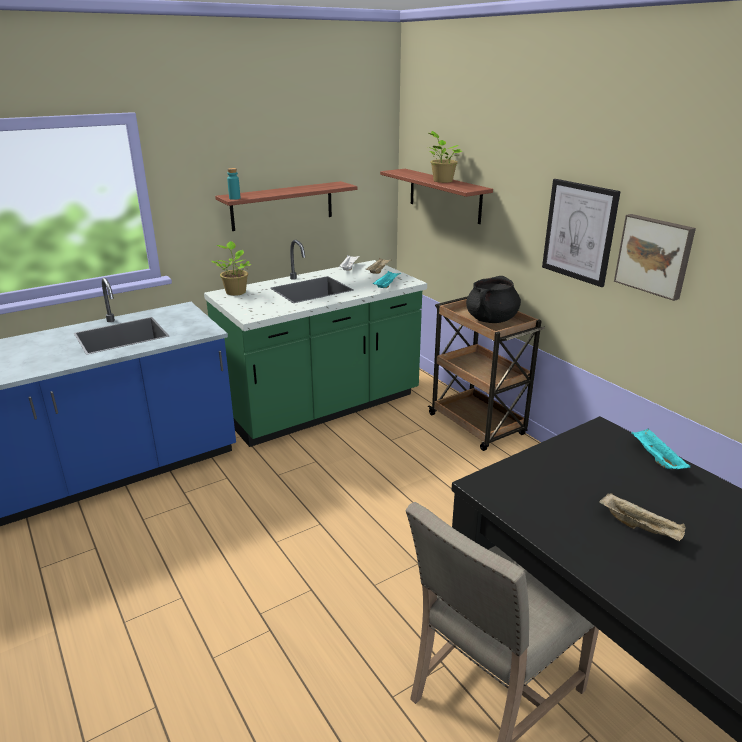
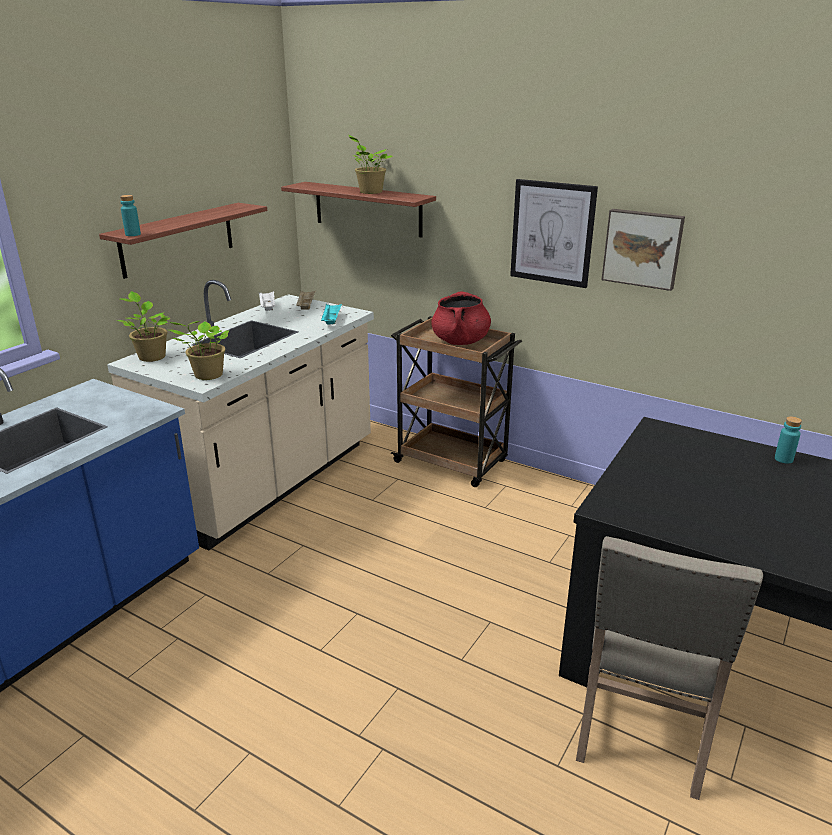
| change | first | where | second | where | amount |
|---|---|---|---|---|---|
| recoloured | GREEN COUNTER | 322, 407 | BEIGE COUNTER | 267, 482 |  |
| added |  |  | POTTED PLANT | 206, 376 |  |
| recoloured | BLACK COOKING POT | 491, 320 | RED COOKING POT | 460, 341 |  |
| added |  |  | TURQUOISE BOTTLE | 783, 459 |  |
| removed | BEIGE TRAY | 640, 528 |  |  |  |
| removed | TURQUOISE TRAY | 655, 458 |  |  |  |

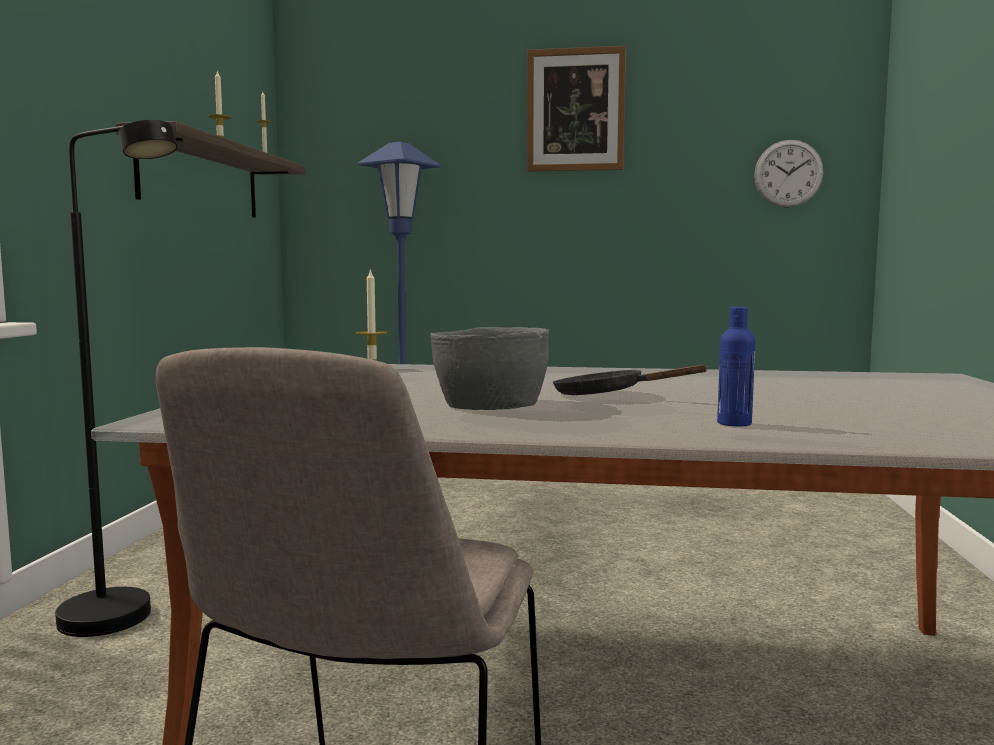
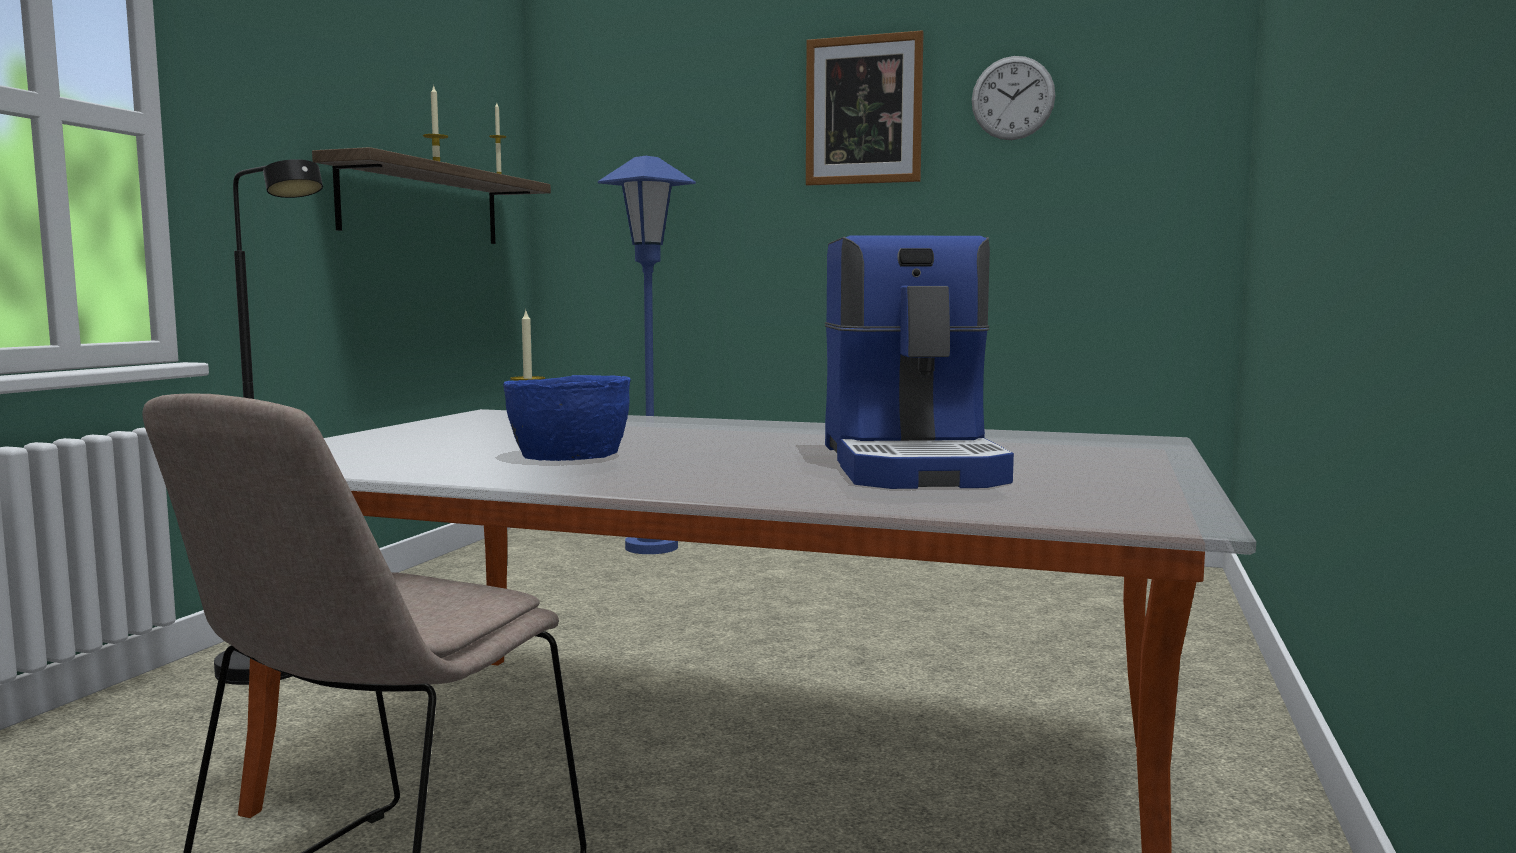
| change | first | where | second | where | amount |
|---|---|---|---|---|---|
| recoloured | GREY BOWL | 489, 404 | BLUE BOWL | 568, 456 |  |
| added |  |  | COFFEE MACHINE | 914, 464 |  |
| moved | WALL CLOCK | 788, 173 |  | 1013, 98 |  |
| removed | BLACK FRYING PAN | 607, 395 |  |  |  |
| removed | BLUE BOTTLE | 734, 423 |  |  |  |

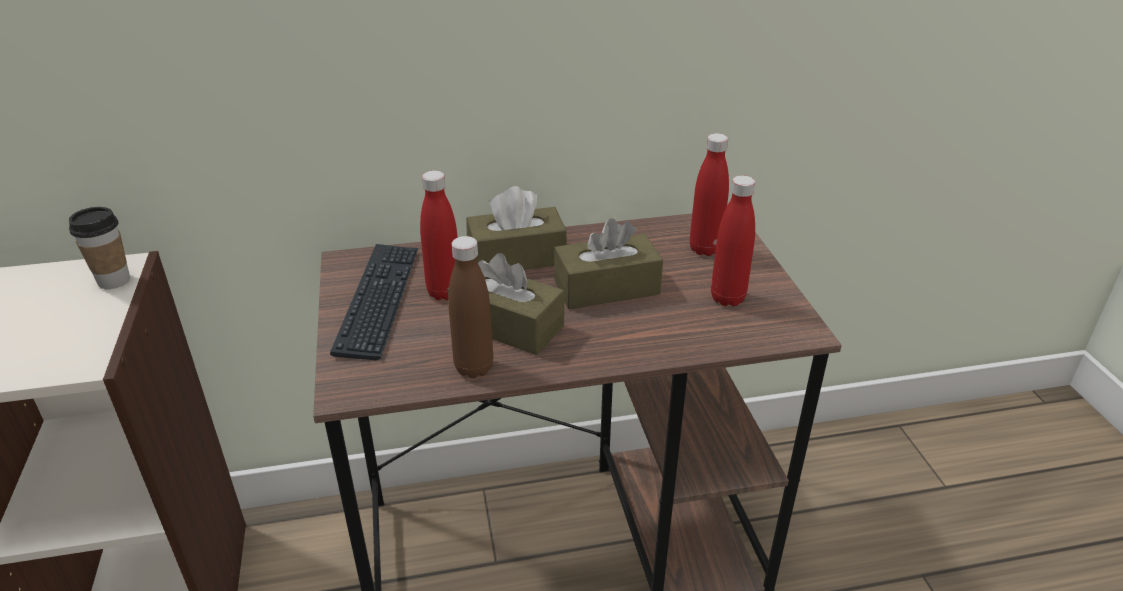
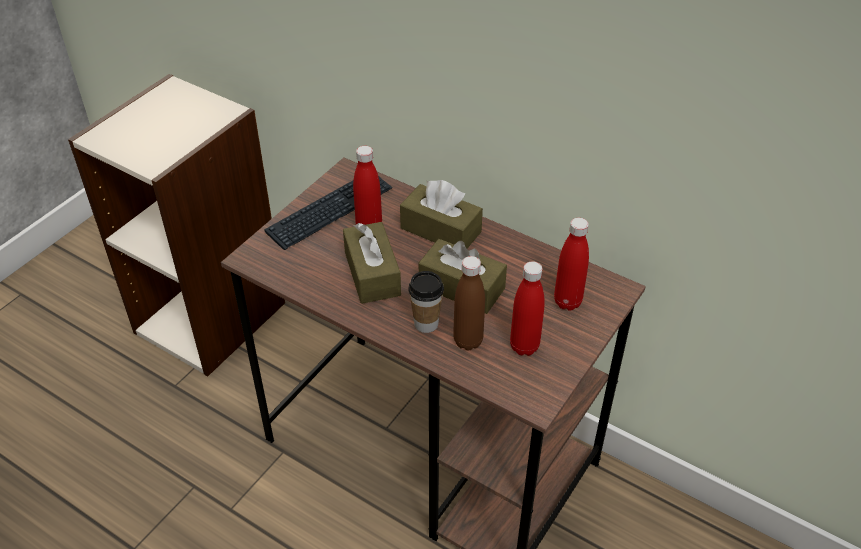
| change | first | where | second | where | amount |
|---|---|---|---|---|---|
| moved | CUP | 114, 280 |  | 426, 324 |  |
| moved | BROWN BOTTLE | 474, 368 |  | 468, 341 |  |

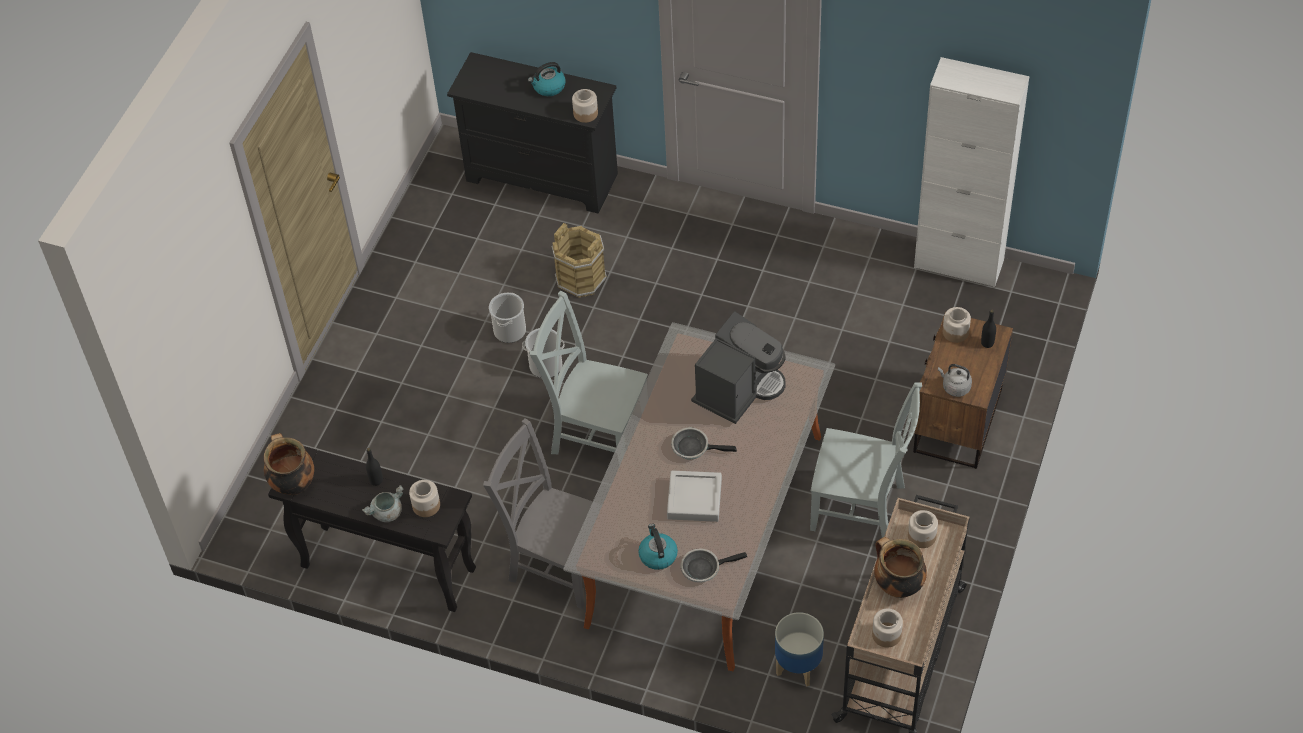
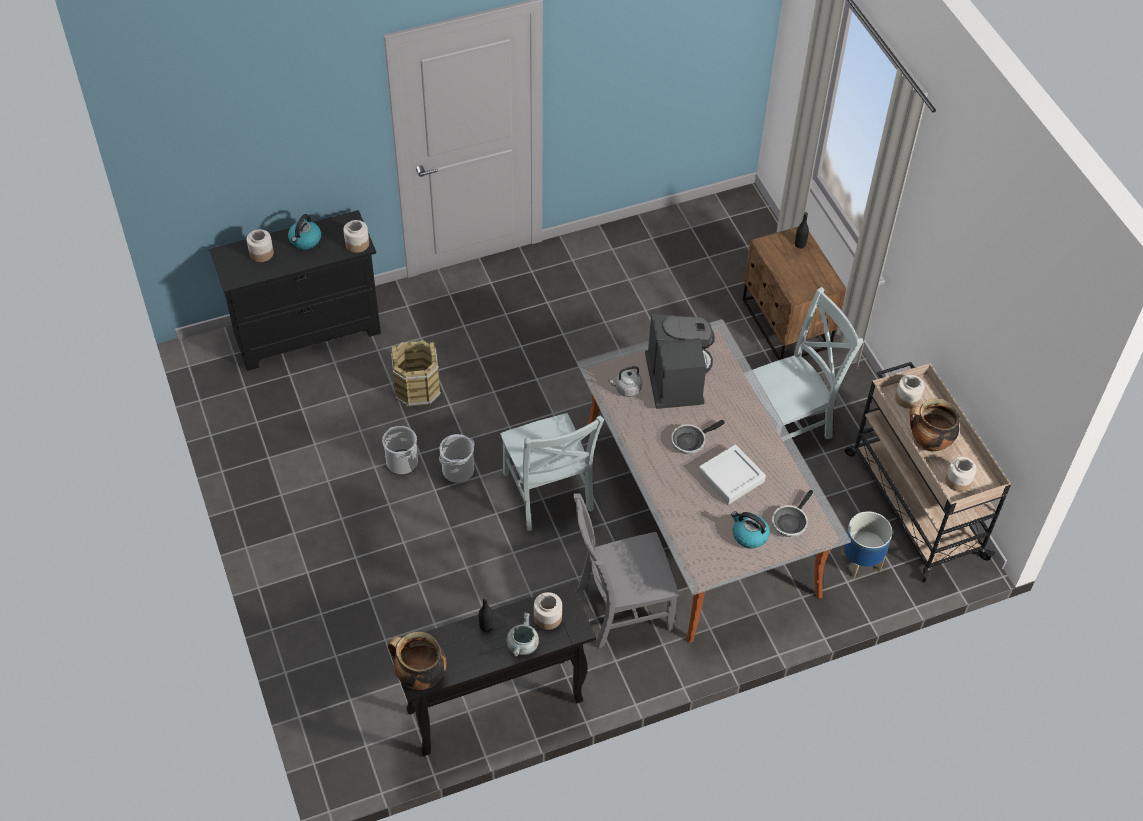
| change | first | where | second | where | amount |
|---|---|---|---|---|---|
| moved | JAR | 955, 332 |  | 261, 253 |  |
| turned | GREY CHAIR | 596, 433 |  | 548, 495 | 90 degrees counterclockwise |
| moved | GREY KETTLE | 954, 387 |  | 626, 389 |  |
| removed | WHITE CABINET | 958, 264 |  |  |  |

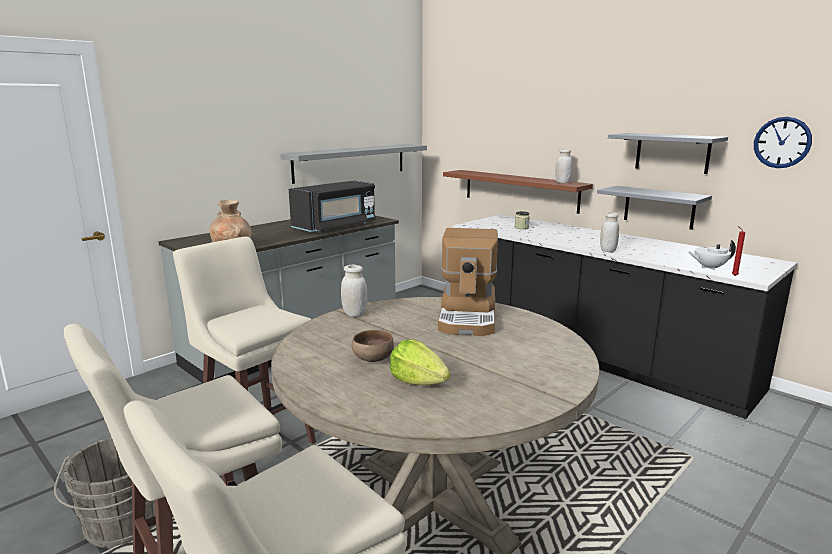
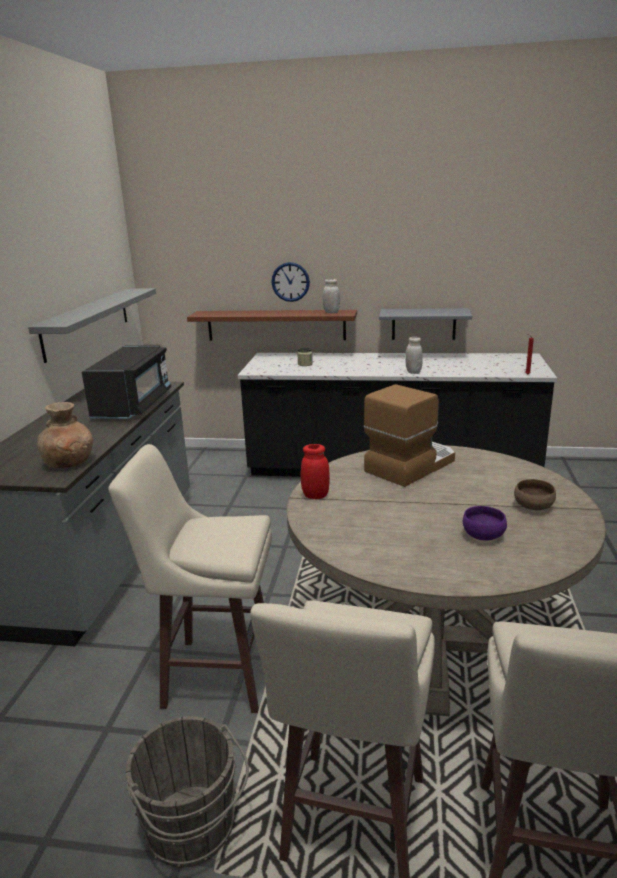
| change | first | where | second | where | amount |
|---|---|---|---|---|---|
| moved | WALL CLOCK | 782, 142 |  | 290, 282 |  |
| recoloured | WHITE JAR | 354, 314 | RED JAR | 315, 495 |  |
| turned | COFFEE MACHINE | 469, 317 |  | 410, 465 | 105 degrees counterclockwise |
| replaced | LETTUCE | 418, 381 | PURPLE BOWL | 482, 535 |  |
| moved | BROWN BOWL | 372, 359 |  | 533, 507 |  |
| removed | GREY SHELF | 672, 153 |  |  |  |
| removed | WHITE TEAPOT | 709, 267 |  |  |  |

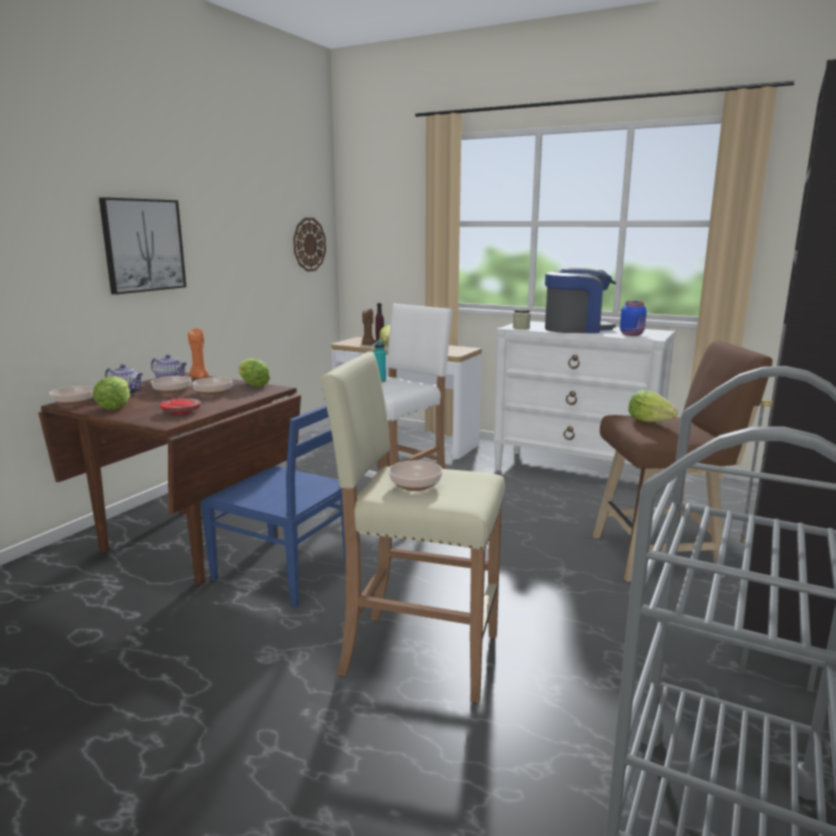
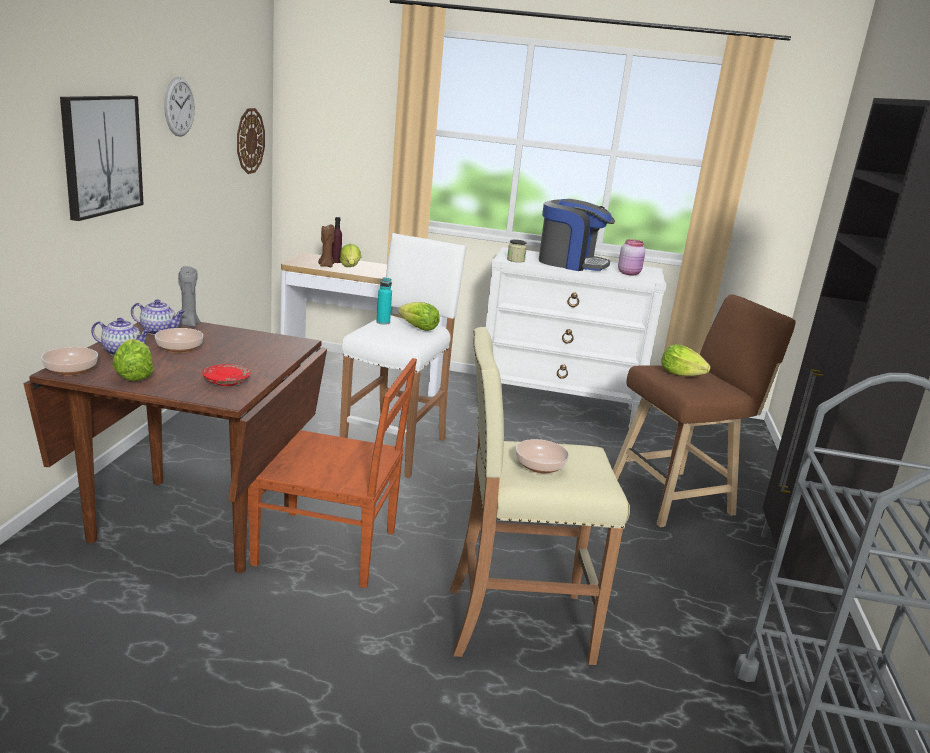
| change | first | where | second | where | amount |
|---|---|---|---|---|---|
| added |  |  | WALL CLOCK | 179, 107 |  |
| recoloured | ORANGE CANDLE | 199, 377 | GREY CANDLE | 188, 324 |  |
| recoloured | BLUE CHAIR | 285, 572 | BROWN CHAIR | 329, 549 |  |
| moved | LETTUCE | 253, 385 |  | 419, 328 |  |
| turned | COFFEE MACHINE | 576, 329 |  | 571, 263 | 45 degrees clockwise |
| recoloured | BLUE JAR | 632, 334 | PINK JAR | 629, 273 |  |
| removed | BOWL | 212, 393 |  |  |  |

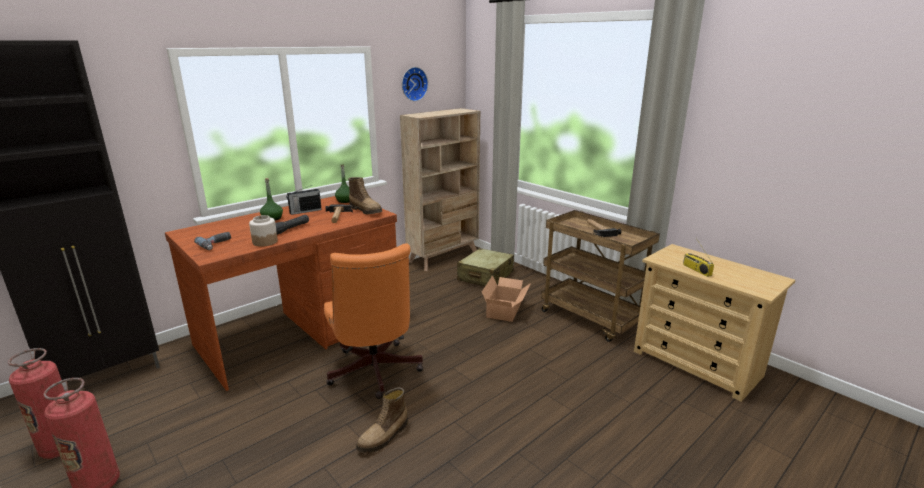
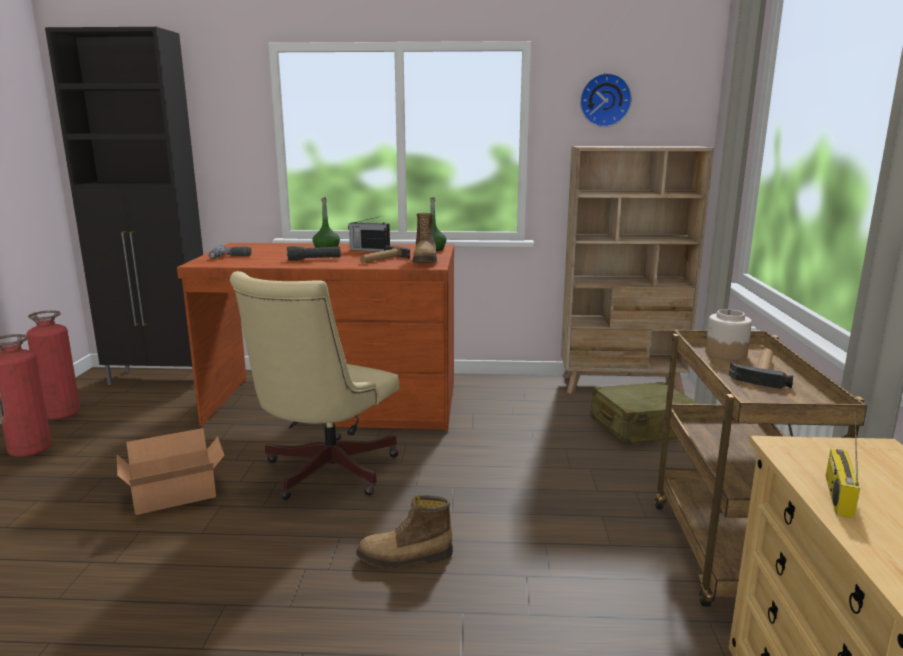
| change | first | where | second | where | amount |
|---|---|---|---|---|---|
| moved | CARDBOARD BOX | 506, 310 |  | 176, 495 |  |
| recoloured | ORANGE OFFICE CHAIR | 374, 373 | BEIGE OFFICE CHAIR | 324, 473 |  |
| moved | BOOT | 384, 437 |  | 405, 558 |  |
| moved | JAR | 265, 242 |  | 725, 353 |  |

